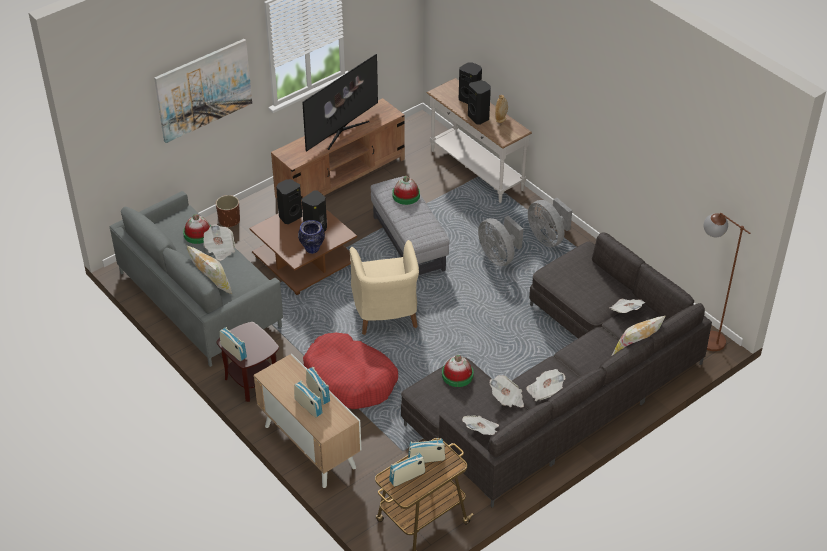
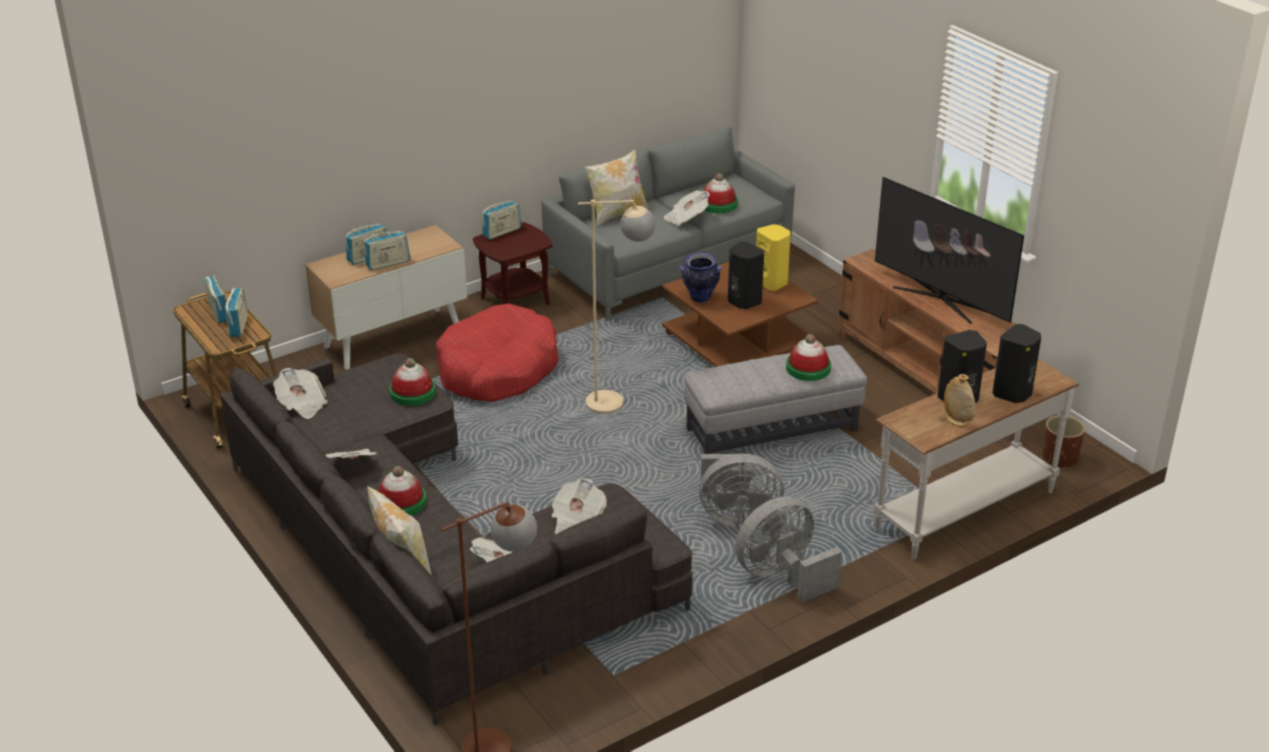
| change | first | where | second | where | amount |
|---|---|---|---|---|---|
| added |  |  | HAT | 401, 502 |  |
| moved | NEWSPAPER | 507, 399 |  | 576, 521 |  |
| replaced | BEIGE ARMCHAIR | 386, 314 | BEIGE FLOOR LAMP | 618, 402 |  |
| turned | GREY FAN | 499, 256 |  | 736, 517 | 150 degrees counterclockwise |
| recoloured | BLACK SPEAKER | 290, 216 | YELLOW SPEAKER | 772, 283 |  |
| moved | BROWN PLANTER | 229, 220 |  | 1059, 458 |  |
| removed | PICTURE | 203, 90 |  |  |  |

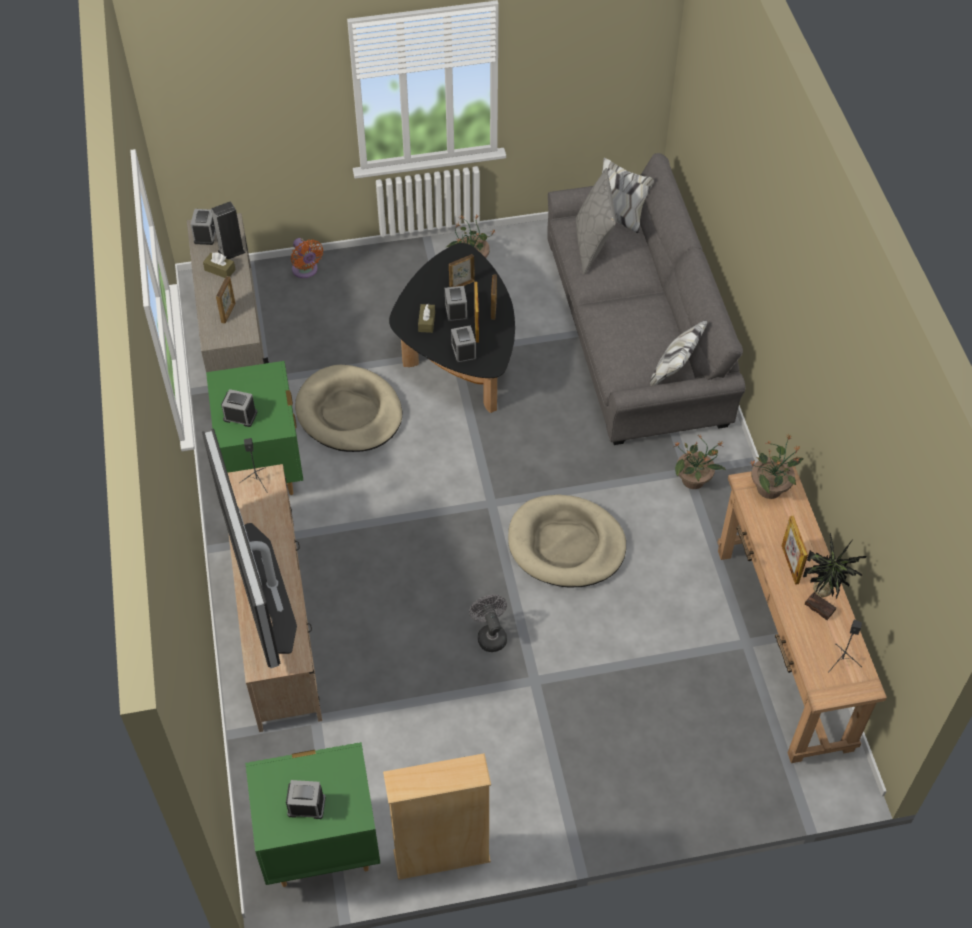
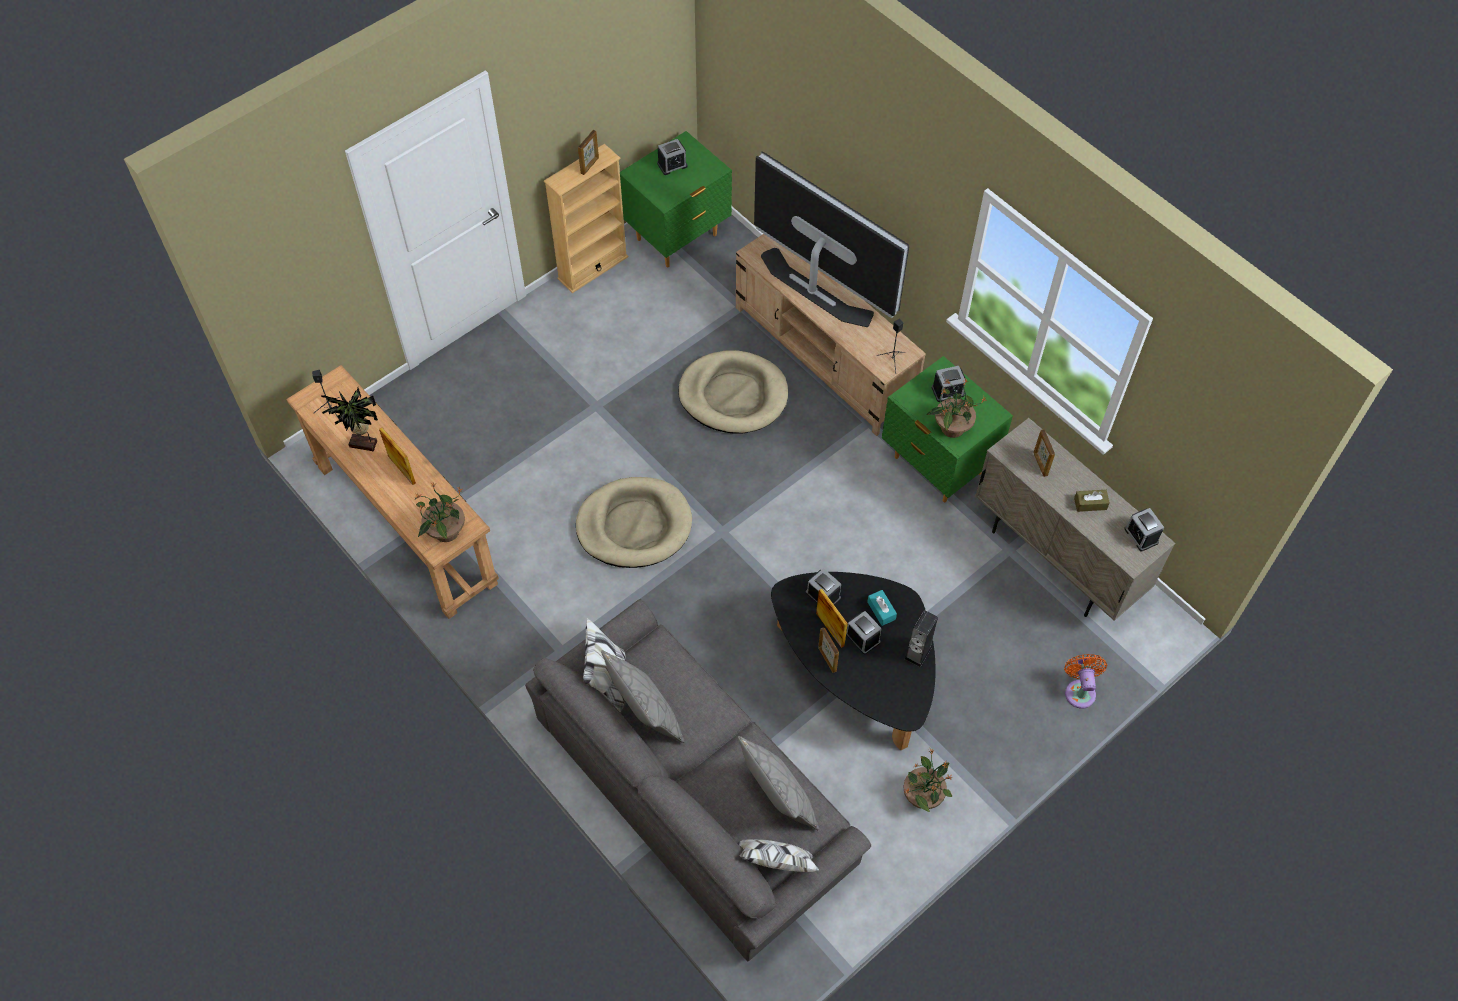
| change | first | where | second | where | amount |
|---|---|---|---|---|---|
| moved | PICTURE FRAME | 461, 285 |  | 590, 165 |  |
| added |  |  | GREY PILLOW | 645, 714 |  |
| moved | BEIGE DOG BED | 349, 413 |  | 733, 395 |  |
| recoloured | BROWN TISSUE BOX | 426, 322 | TURQUOISE TISSUE BOX | 881, 610 |  |
| moved | SPEAKER | 231, 252 |  | 918, 652 |  |
| moved | POTTED PLANT | 694, 480 |  | 951, 427 |  |
| turned | ORANGE FAN | 306, 271 |  | 1079, 690 | 60 degrees clockwise |
| removed | GREY FAN | 490, 635 |  |  |  |

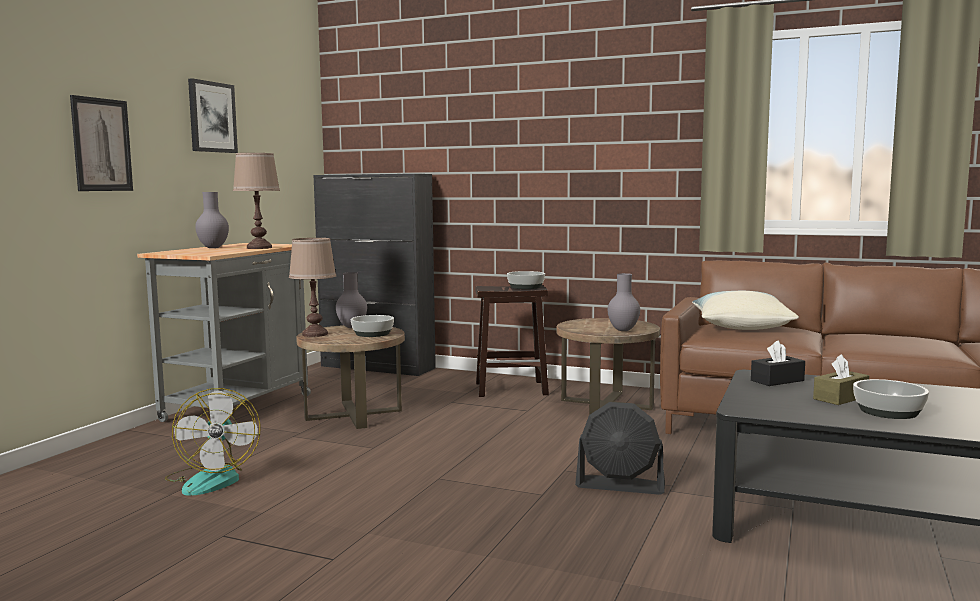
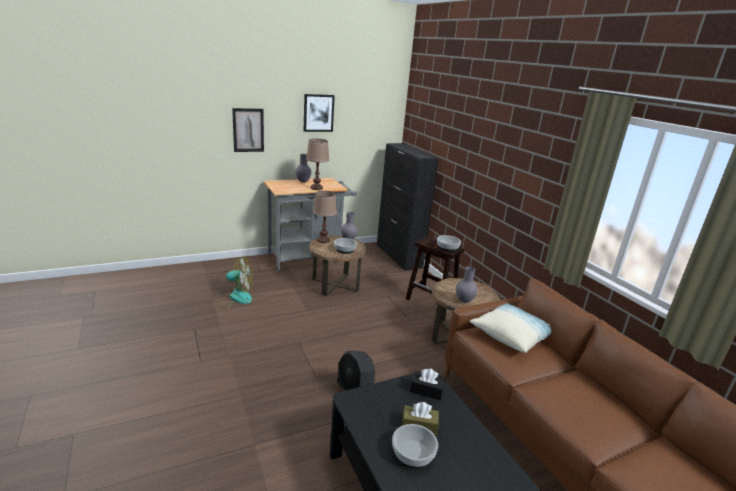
| change | first | where | second | where | amount |
|---|---|---|---|---|---|
| turned | FAN | 212, 479 |  | 235, 297 | 120 degrees counterclockwise |

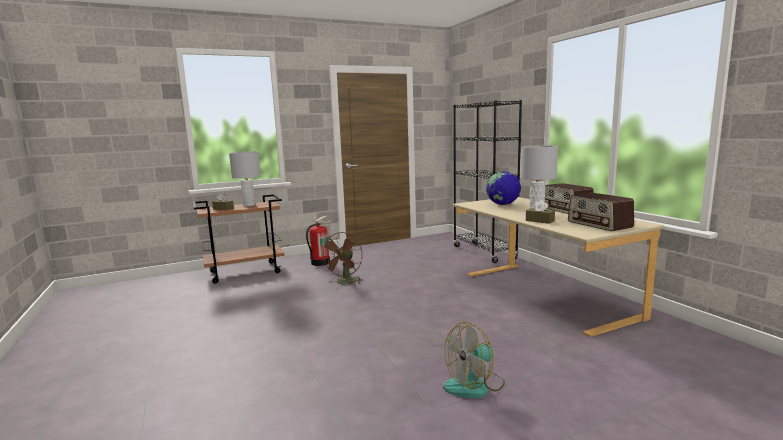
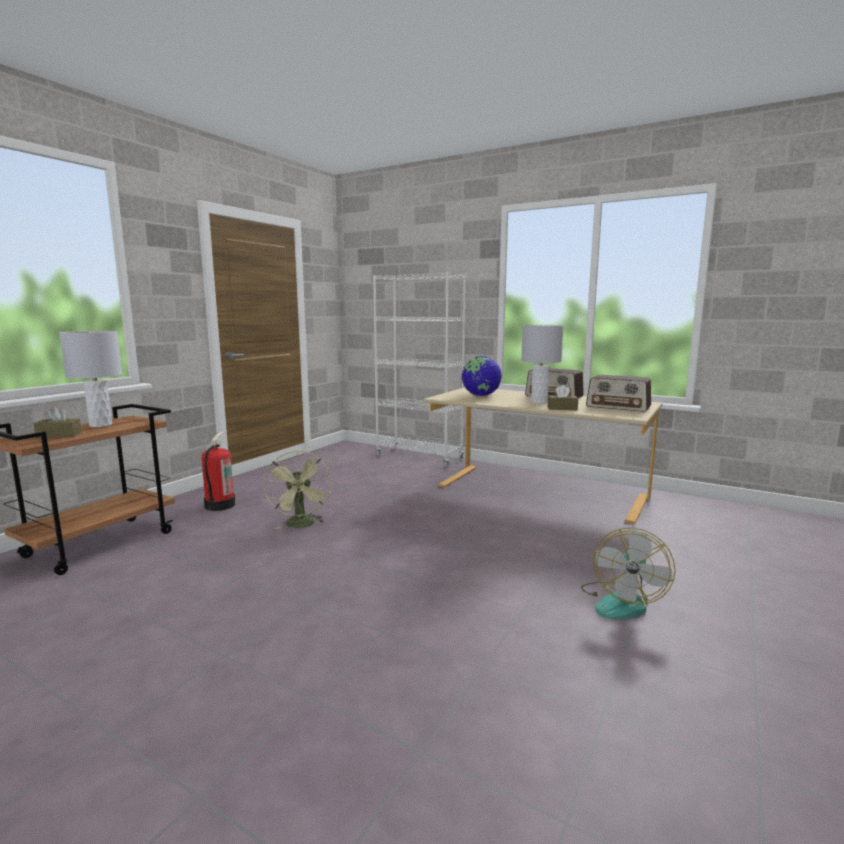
| change | first | where | second | where | amount |
|---|---|---|---|---|---|
| recoloured | BROWN FAN | 345, 283 | GREEN FAN | 301, 525 |  |
| recoloured | BLACK BOOKCASE | 484, 252 | WHITE BOOKCASE | 419, 458 |  |

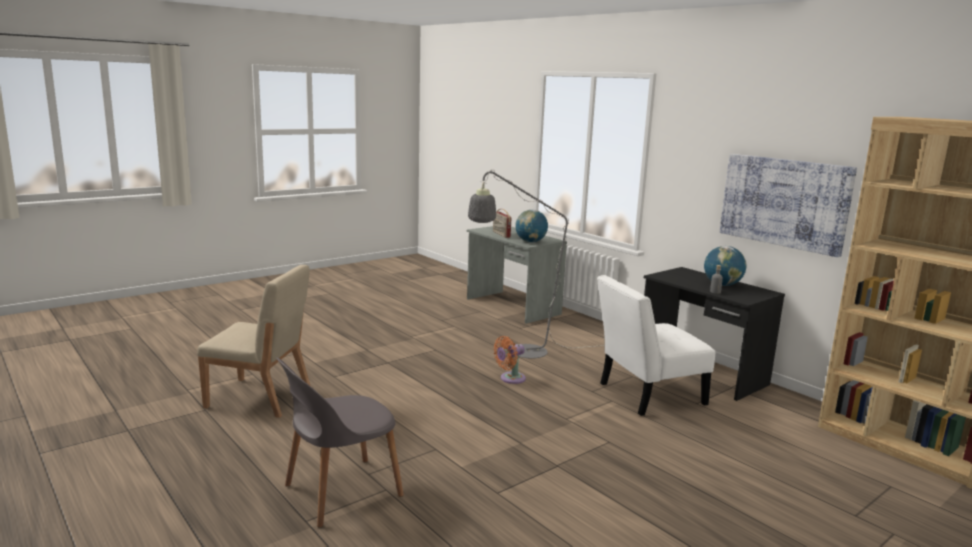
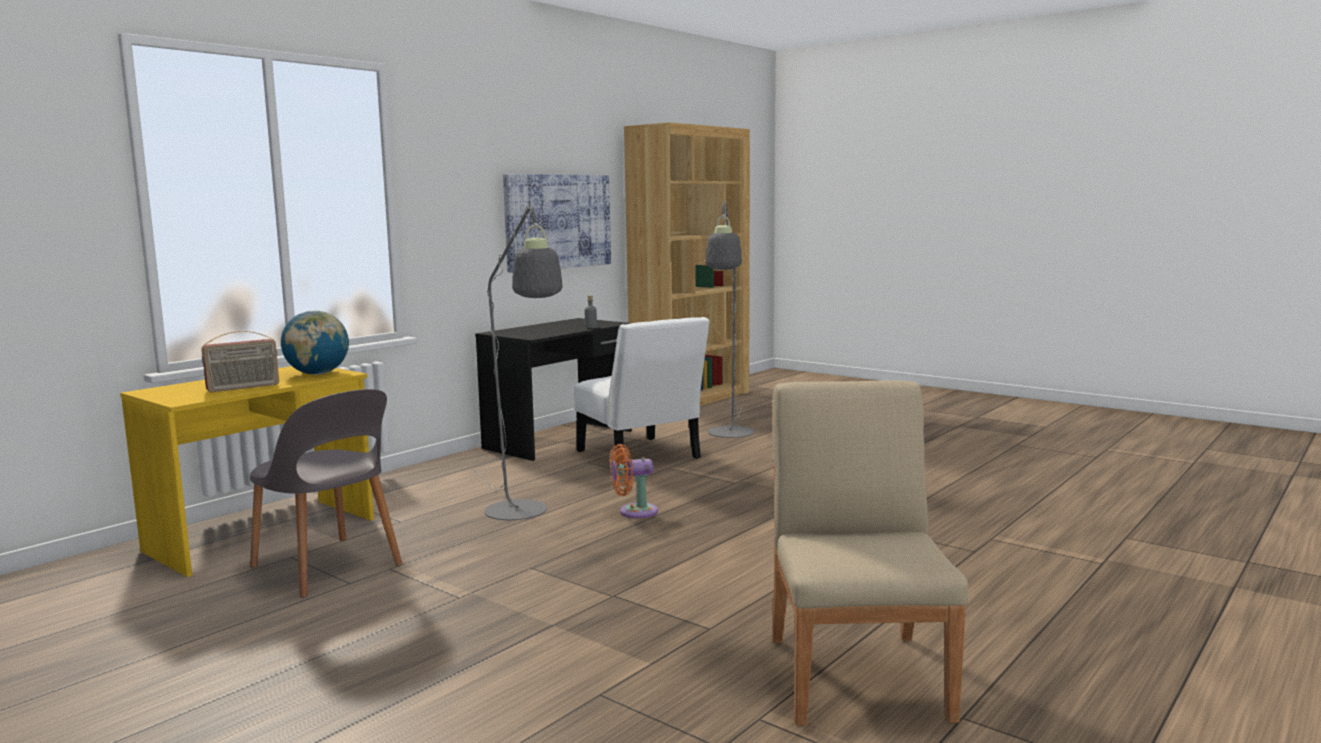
| change | first | where | second | where | amount |
|---|---|---|---|---|---|
| recoloured | GREY DESK | 512, 306 | YELLOW DESK | 264, 535 |  |
| moved | GREY CHAIR | 340, 492 |  | 327, 567 |  |
| turned | ORANGE FAN | 510, 379 |  | 634, 512 | 120 degrees clockwise |
| added |  |  | GREY FLOOR LAMP | 730, 435 |  |
| removed | GLOBE | 722, 285 |  |  |  |

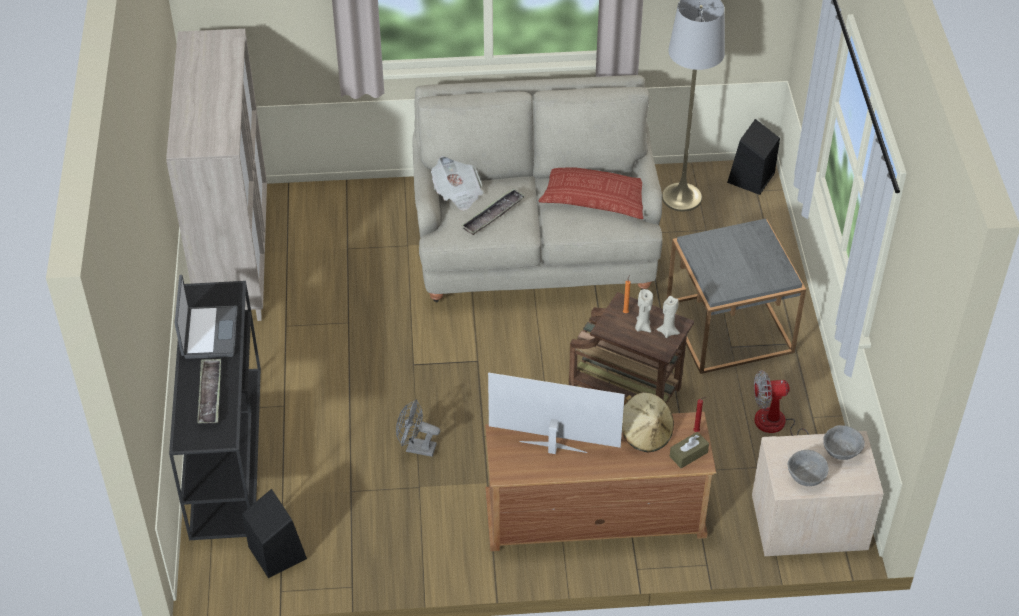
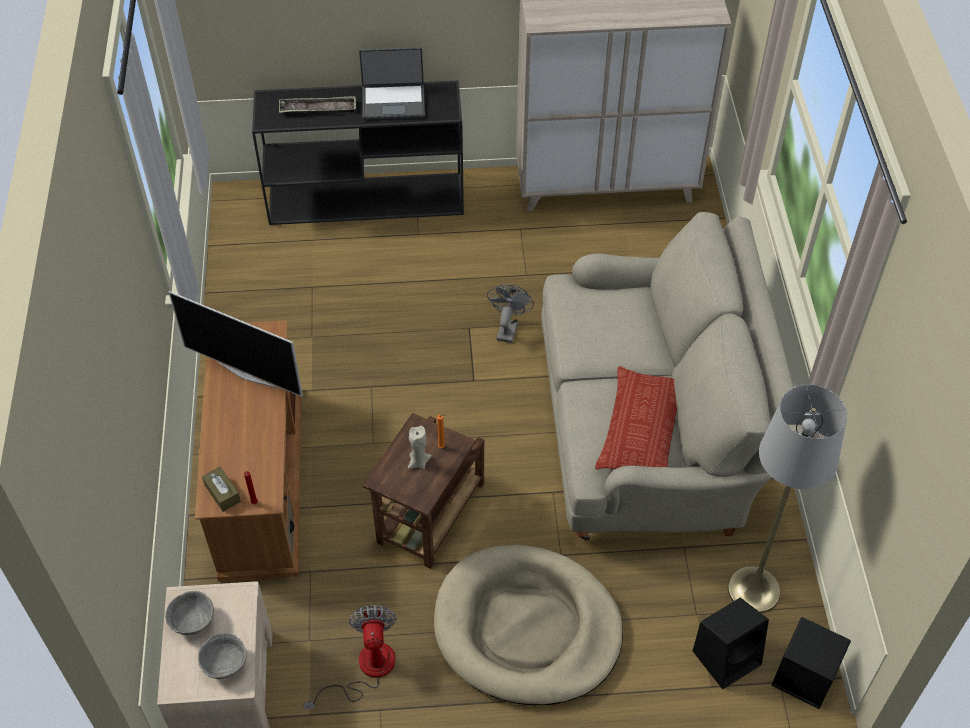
| change | first | where | second | where | amount |
|---|---|---|---|---|---|
| turned | TELEVISION | 553, 448 |  | 247, 374 | 105 degrees clockwise |
| replaced | GREY SIDE TABLE | 729, 327 | BEIGE DOG BED | 527, 628 |  |
| moved | GREY FAN | 416, 448 |  | 508, 328 |  |
| moved | BLACK SPEAKER | 276, 552 |  | 727, 656 |  |
| removed | NEWSPAPER | 457, 193 |  |  |  |
| removed | TRAY | 493, 215 |  |  |  |
| removed | BEIGE HAT | 645, 434 |  |  |  |
| removed | BEIGE CANDLE | 668, 332 |  |  |  |

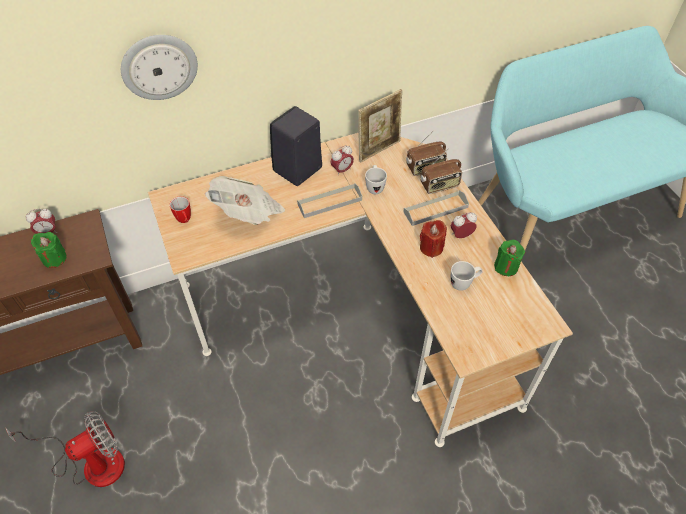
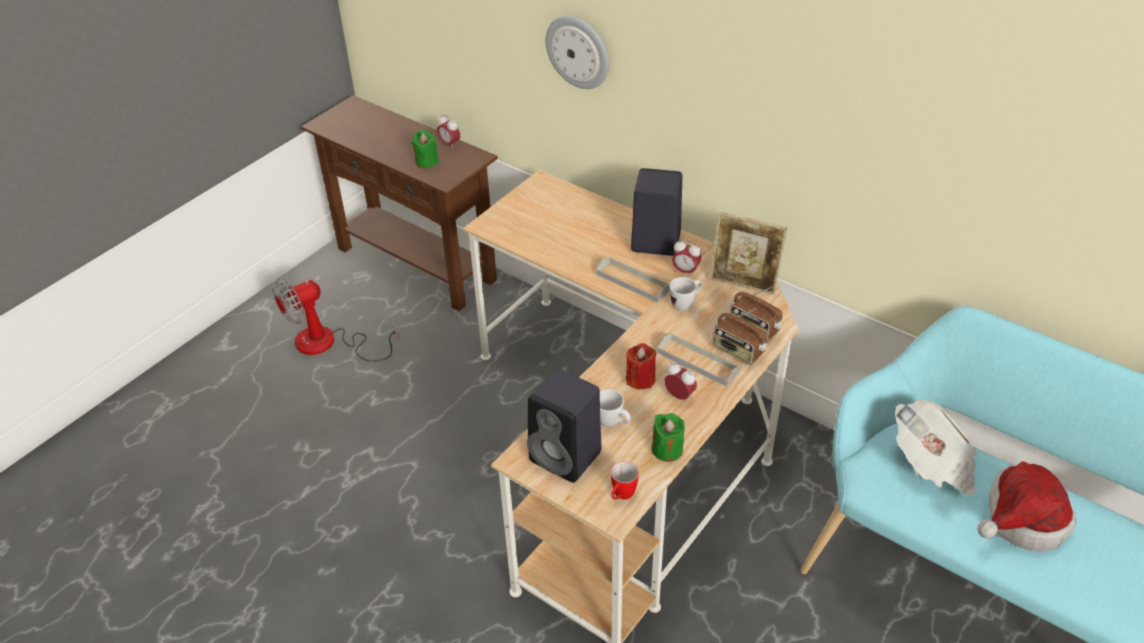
| change | first | where | second | where | amount |
|---|---|---|---|---|---|
| turned | FAN | 91, 463 |  | 329, 344 | 120 degrees clockwise |
| added |  |  | BLACK SPEAKER | 567, 457 |  |
| moved | MUG | 185, 221 |  | 621, 496 |  |
| moved | NEWSPAPER | 248, 213 |  | 932, 464 |  |
| added |  |  | HAT | 1020, 520 |  |

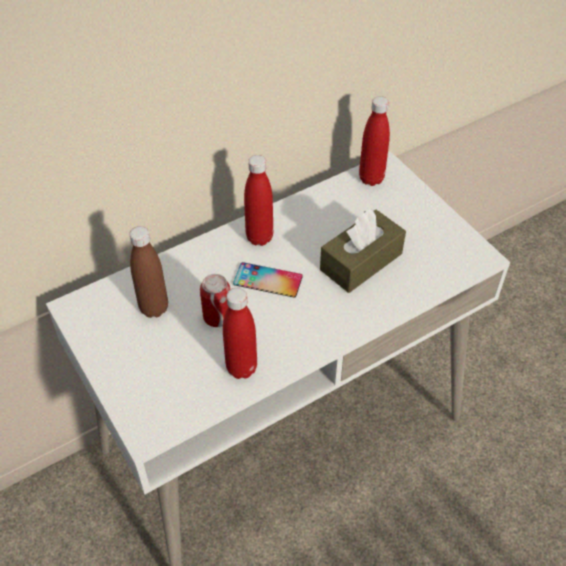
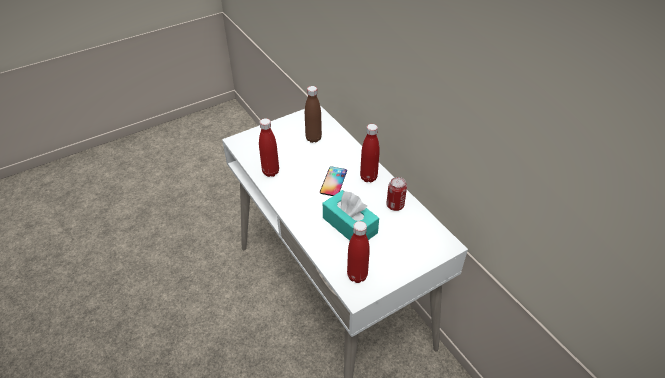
| change | first | where | second | where | amount |
|---|---|---|---|---|---|
| recoloured | BROWN TISSUE BOX | 361, 261 | TURQUOISE TISSUE BOX | 350, 225 |  |
| moved | RED BOTTLE | 371, 178 |  | 357, 275 |  |
| moved | CAN | 217, 317 |  | 395, 205 |  |

